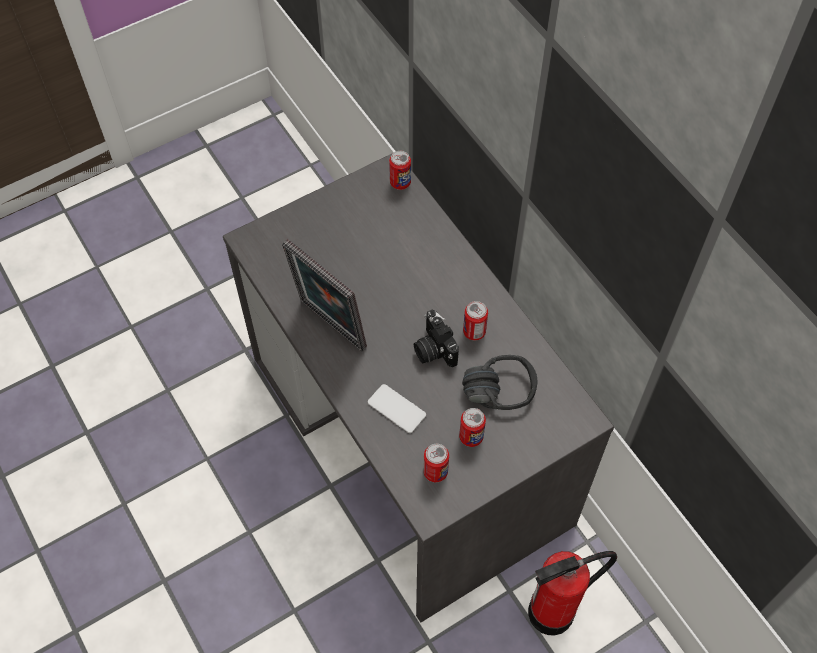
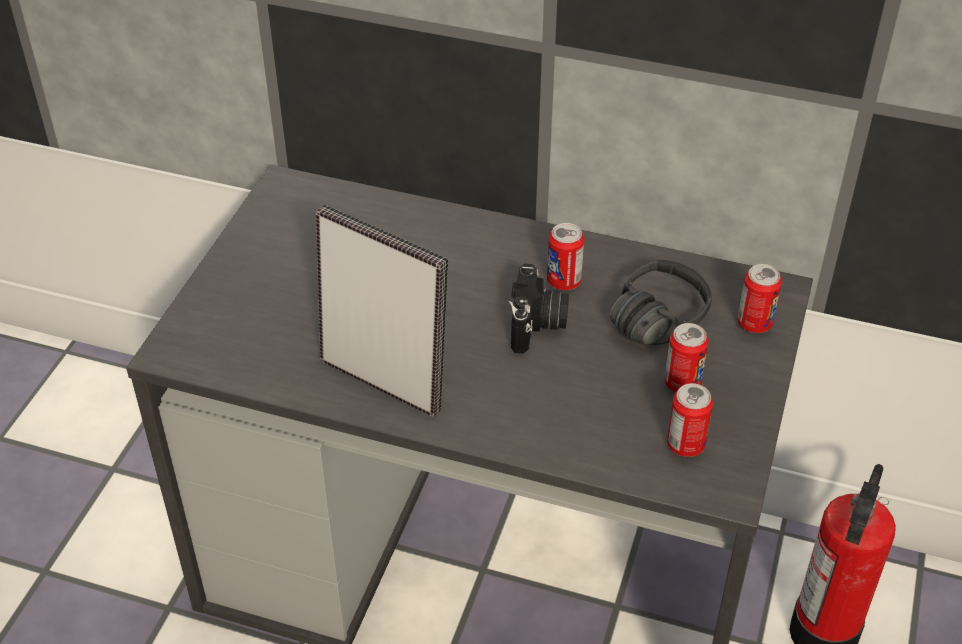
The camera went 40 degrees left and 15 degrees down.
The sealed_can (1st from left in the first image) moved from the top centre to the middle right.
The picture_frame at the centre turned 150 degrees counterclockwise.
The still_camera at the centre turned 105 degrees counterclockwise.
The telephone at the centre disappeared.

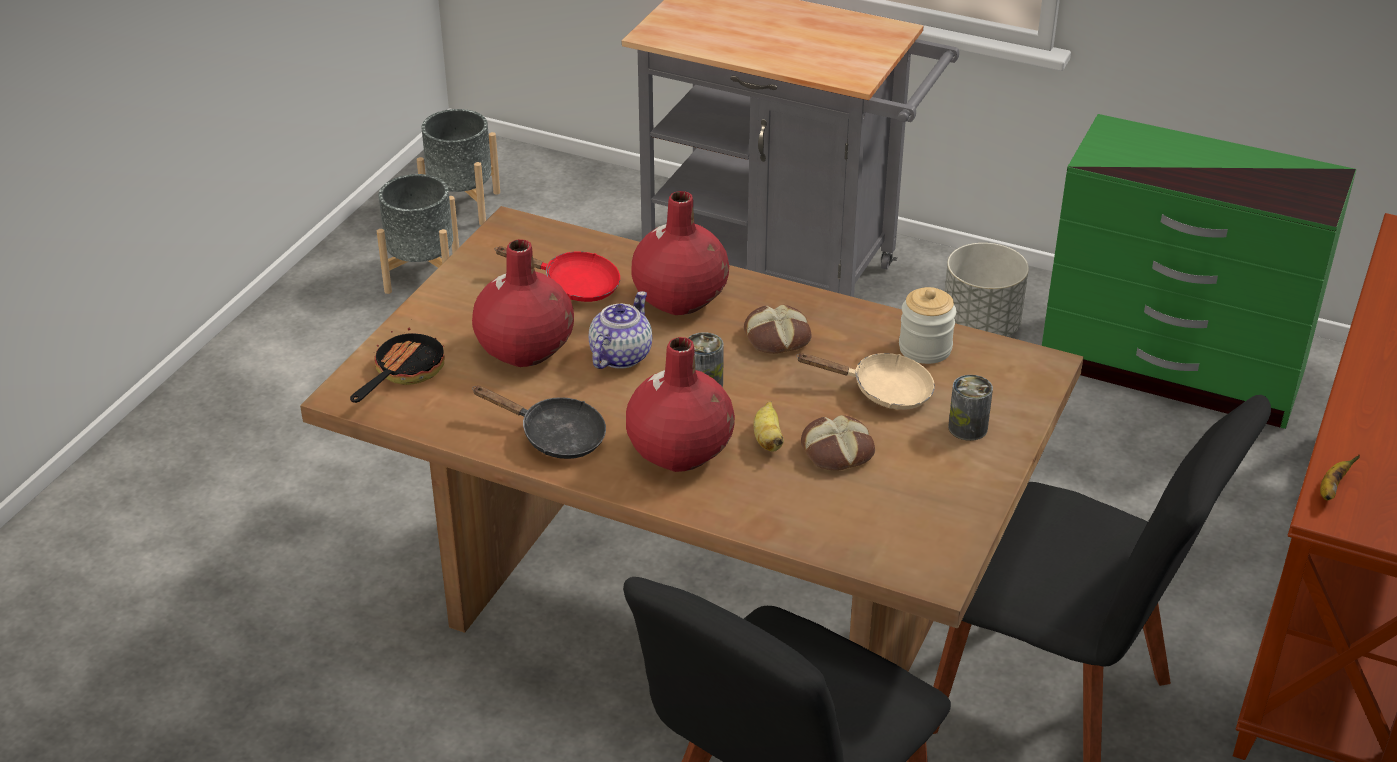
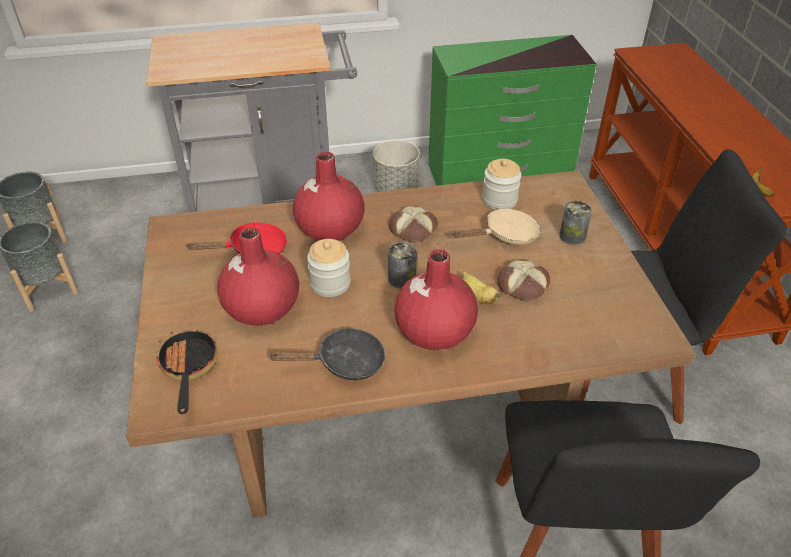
The camera went 35 degrees left and 5 degrees up.
The tea_pot at the centre was replaced by the jar (1st from left) at the centre.

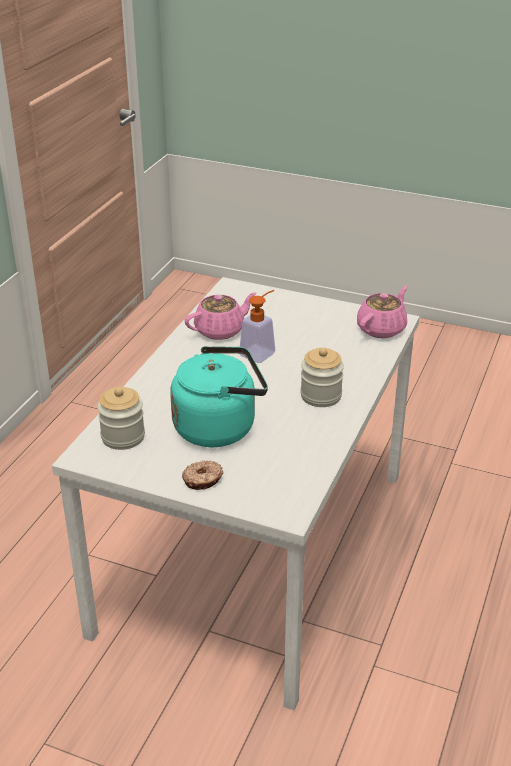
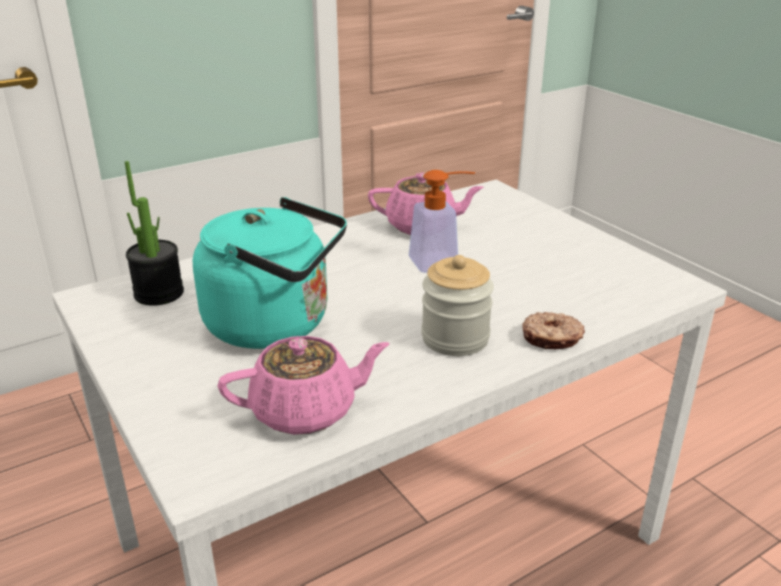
The camera went 35 degrees right and 5 degrees down.
The pink_tea_pot (2nd from left in the first image) moved from the middle right to the centre.
The jar (1st from left) at the middle left was replaced by the houseplant at the middle left.
The doughnut moved from the centre to the middle right.

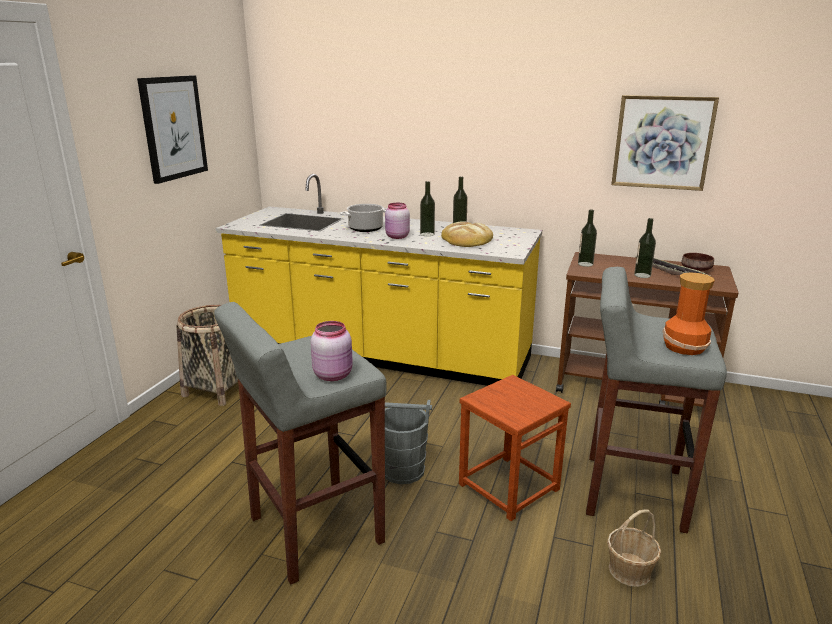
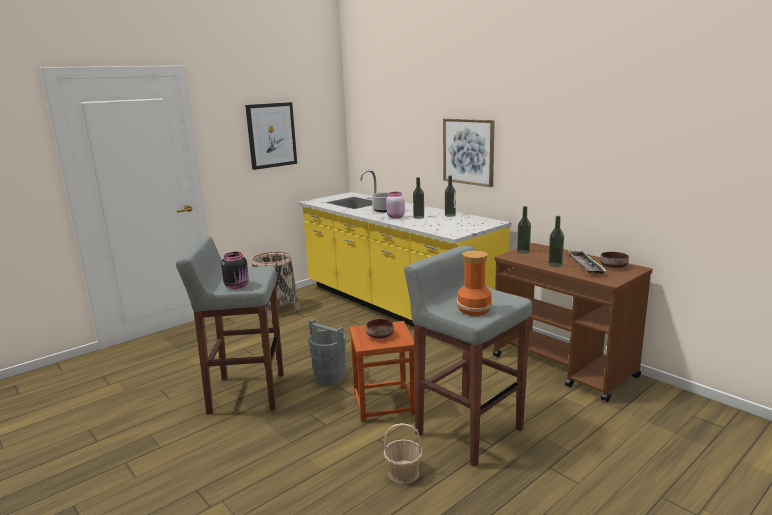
The camera went 30 degrees right and 5 degrees down.
The wall_art (2nd from left) moved from the top right to the top centre.
The bread at the centre disappeared.
The pink_jar (1st from left) at the centre became the blackish_jar at the middle left.
The brown-coloured_deep_dish (1st from left) at the centre appeared.

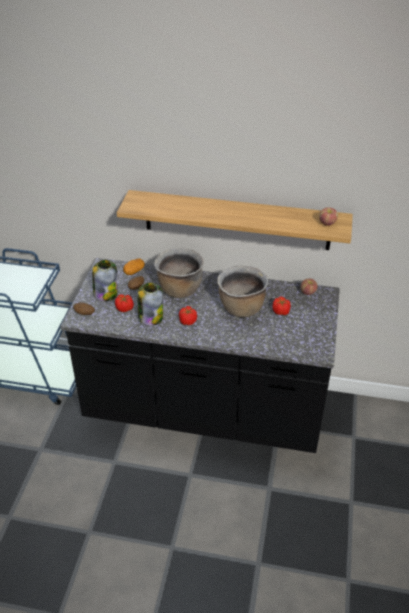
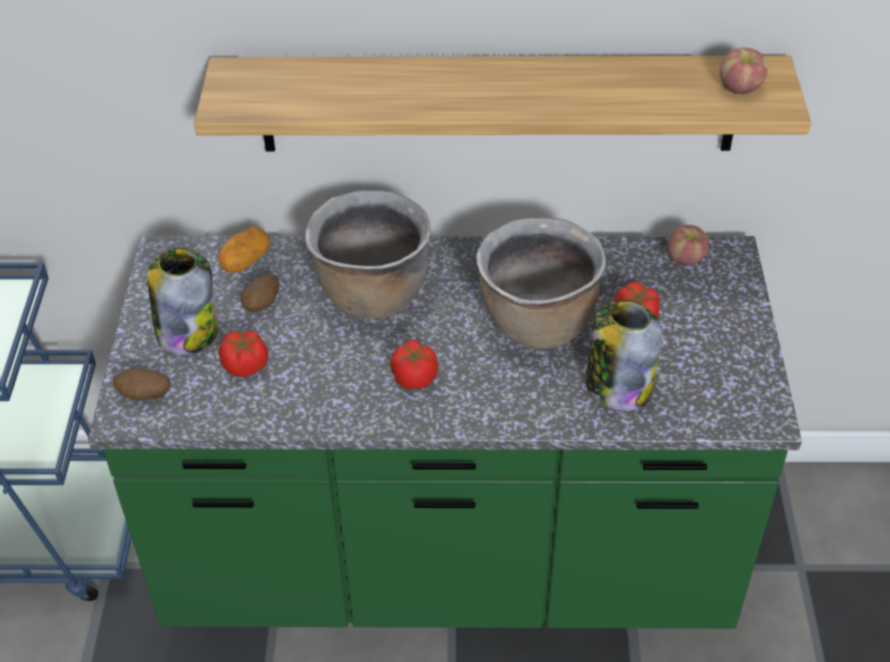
The camera went 10 degrees left and 5 degrees up.
The blackish_kitchen_base_unit at the centre became the green-coloured_kitchen_base_unit at the centre.
The jar (2nd from left) moved from the centre to the middle right.

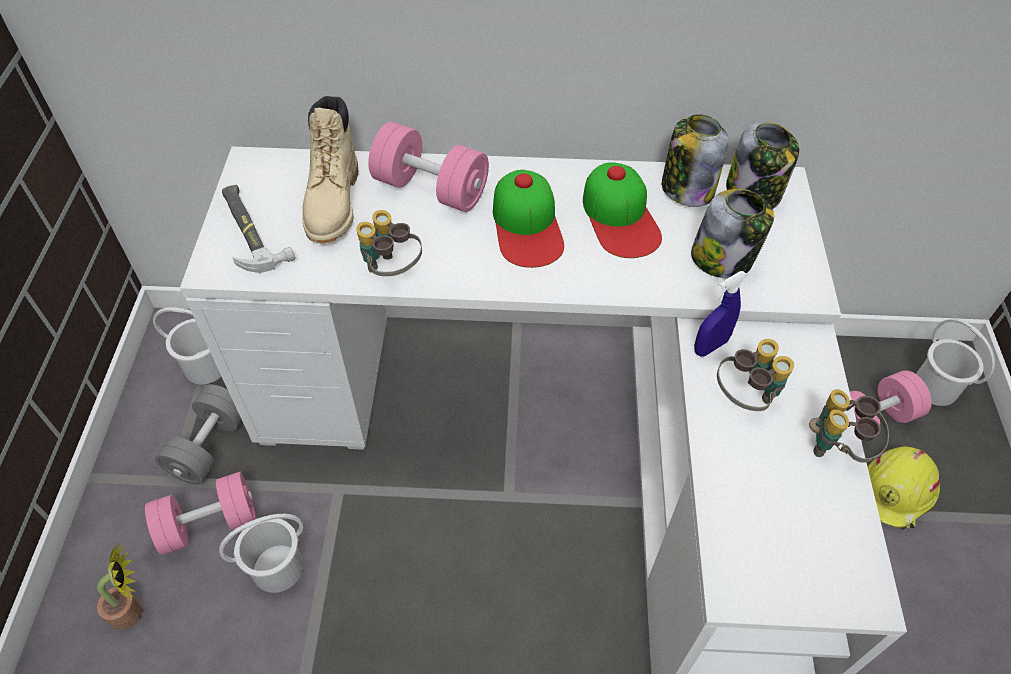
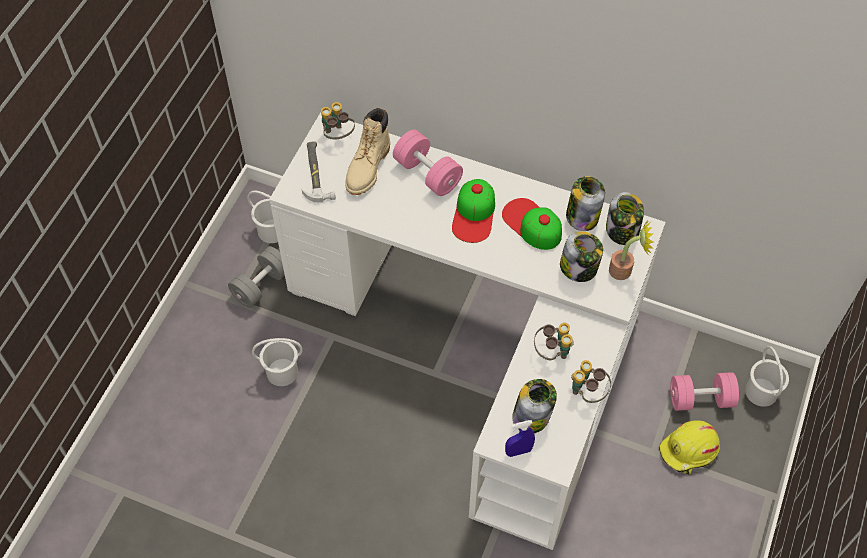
The camera went 20 degrees right and 5 degrees up.
The baseball_cap (2nd from left) at the top centre turned 135 degrees clockwise.
The binoculars (1st from left) moved from the centre to the top centre.
The blue-coloured_hand_sprayer moved from the middle right to the bottom centre.
The pink_free_weight (1st from left) at the bottom left disappeared.
The houseplant moved from the bottom left to the middle right.
The jar (1st from left) at the bottom centre appeared.

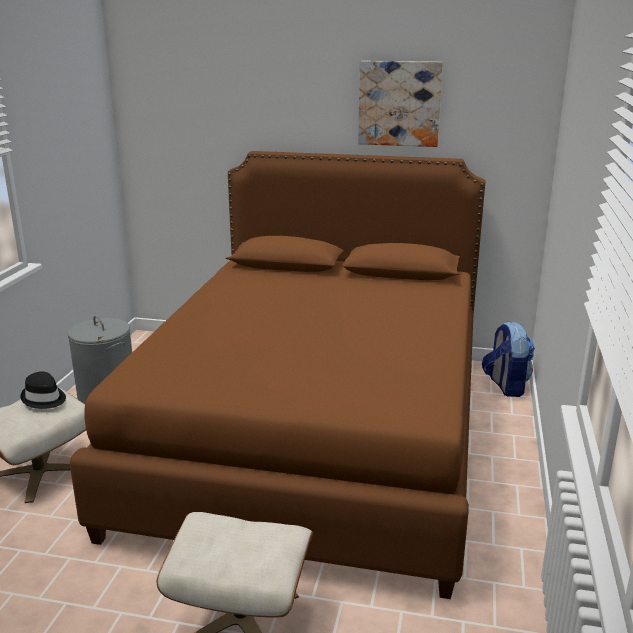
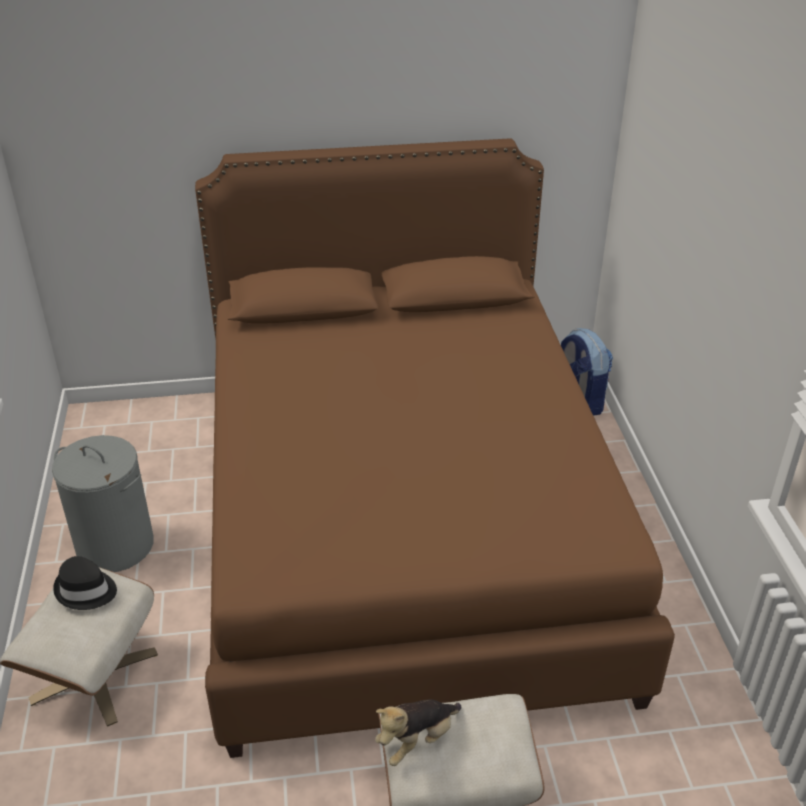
The camera went 20 degrees left and 15 degrees up.
The wall_art at the top centre disappeared.
The cuddly_toy at the bottom centre appeared.

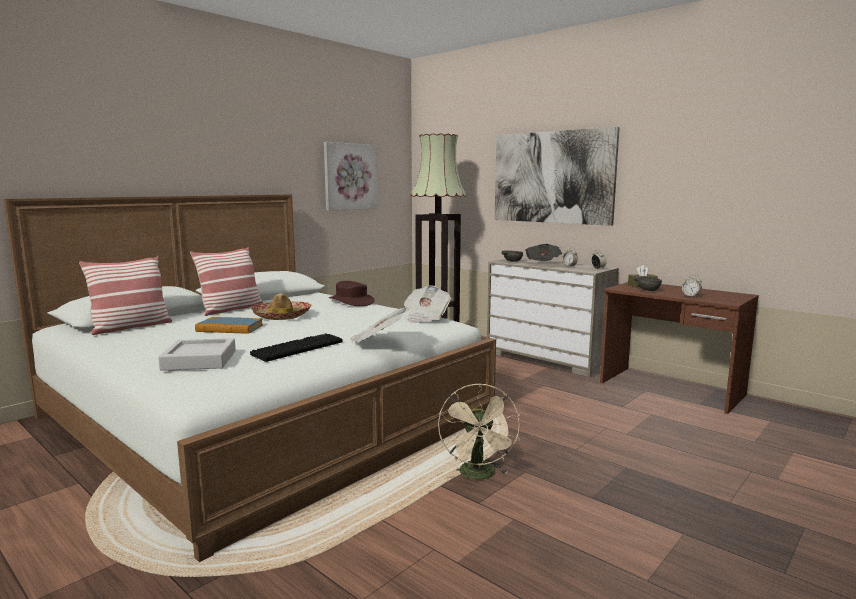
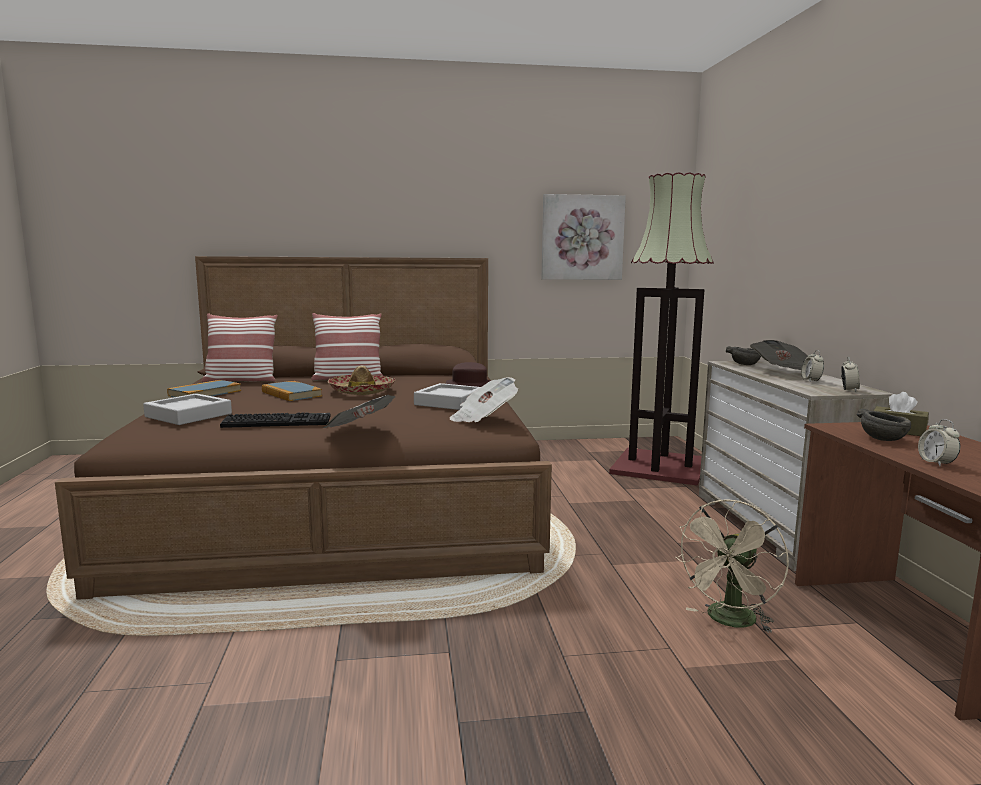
The camera went 40 degrees right and 0 degrees up.
The wall_art (2nd from left) at the top centre disappeared.
The white_bedroom_bed at the middle left became the brown-coloured_bedroom_bed at the middle left.
The beige-coloured_cooling_fan moved from the bottom centre to the bottom right.
The volume (1st from left) at the middle left appeared.
The gray_tray (2nd from left) at the centre appeared.

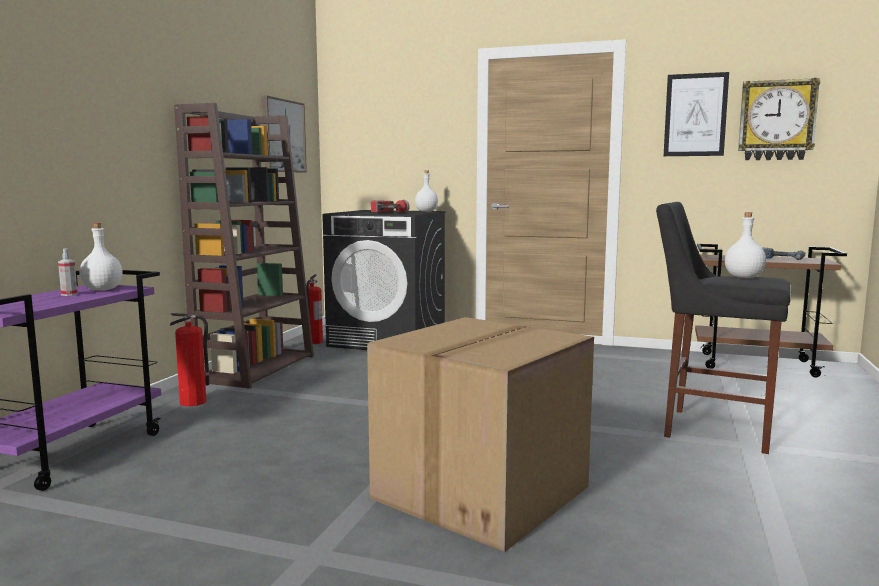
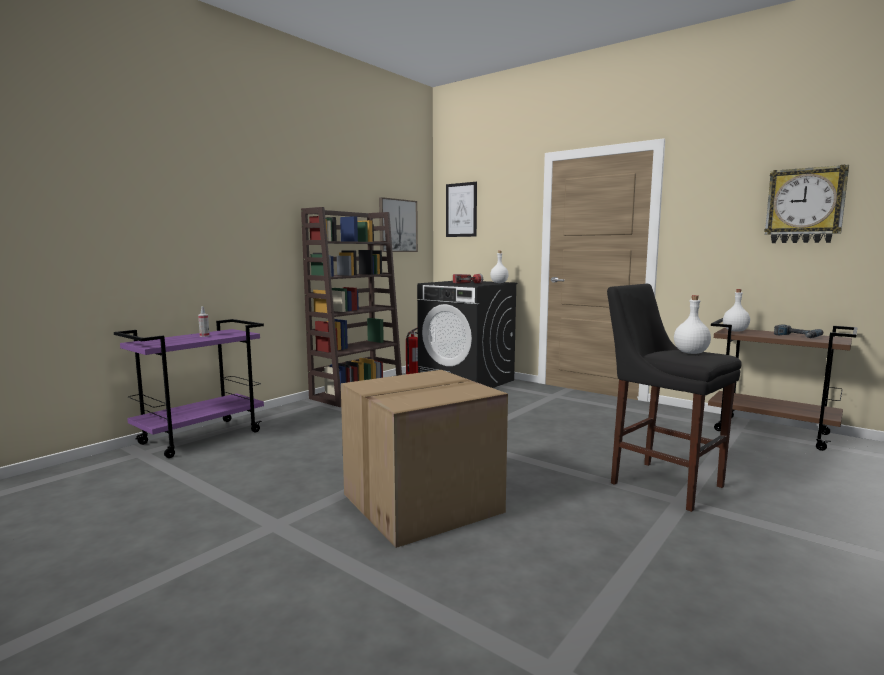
The camera went 20 degrees right and 0 degrees up.
The wall_art (2nd from left) moved from the top right to the top centre.
The white_beverage_bottle (1st from left in the first image) moved from the middle left to the middle right.
The fire-fighting_cylinder (1st from left) at the middle left disappeared.

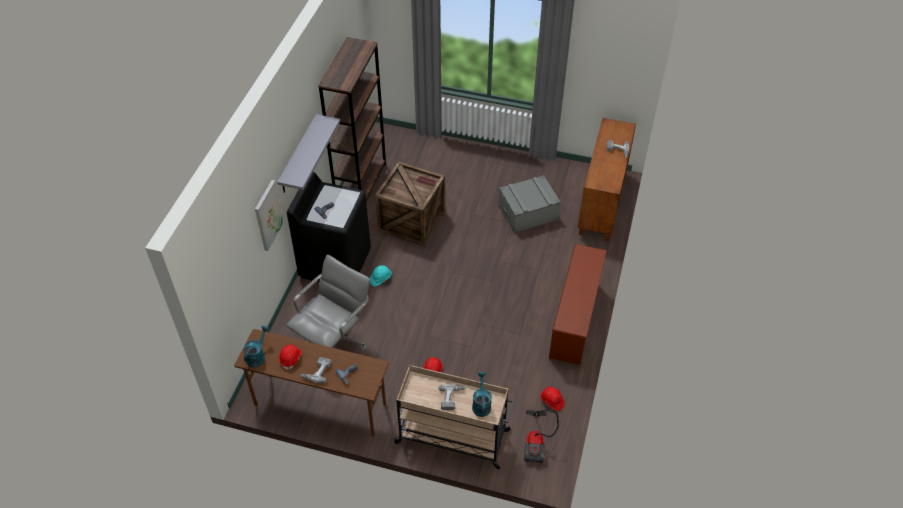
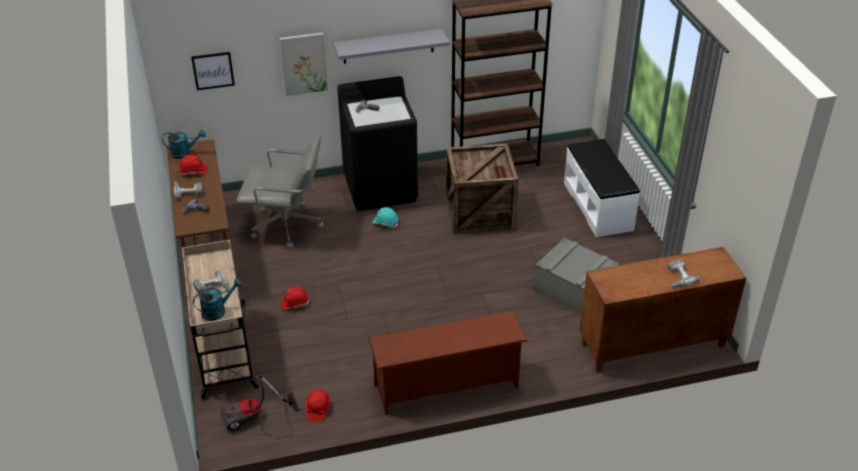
The camera went 60 degrees right and 10 degrees down.
The wall_art (1st from left) at the top left appeared.
The white_long_seat at the middle right appeared.

